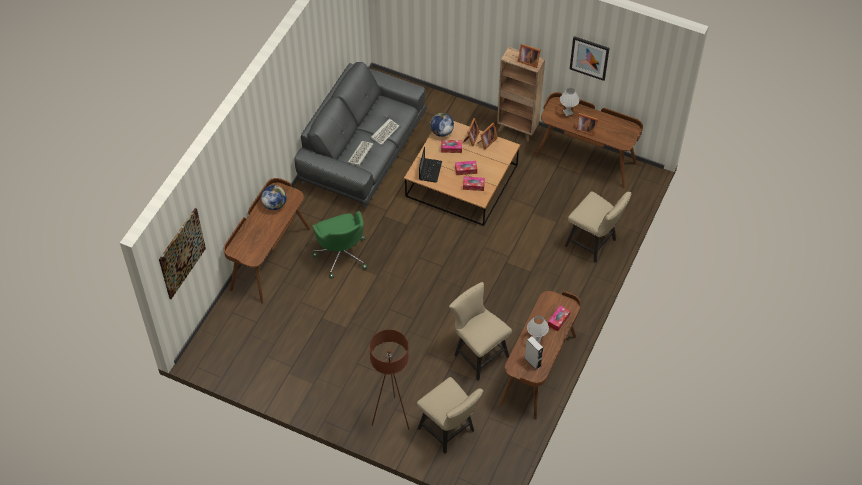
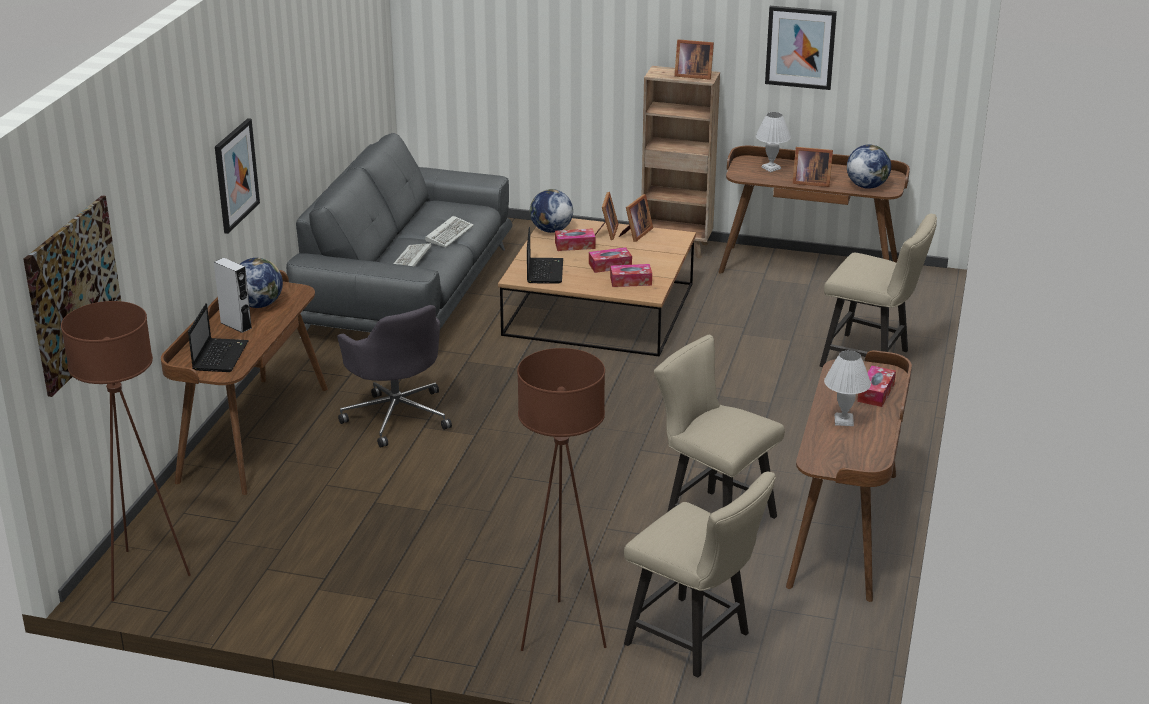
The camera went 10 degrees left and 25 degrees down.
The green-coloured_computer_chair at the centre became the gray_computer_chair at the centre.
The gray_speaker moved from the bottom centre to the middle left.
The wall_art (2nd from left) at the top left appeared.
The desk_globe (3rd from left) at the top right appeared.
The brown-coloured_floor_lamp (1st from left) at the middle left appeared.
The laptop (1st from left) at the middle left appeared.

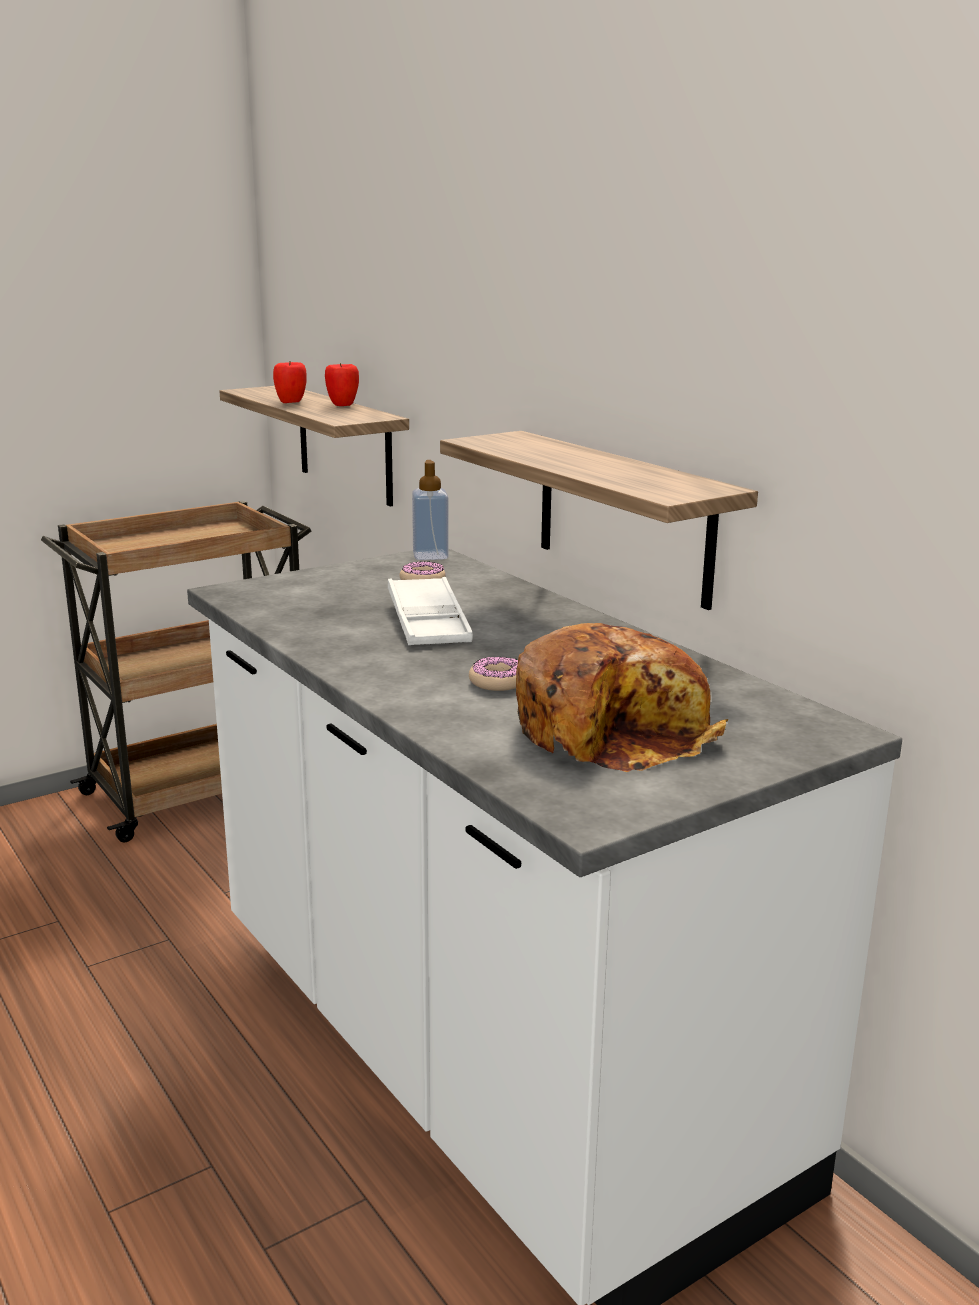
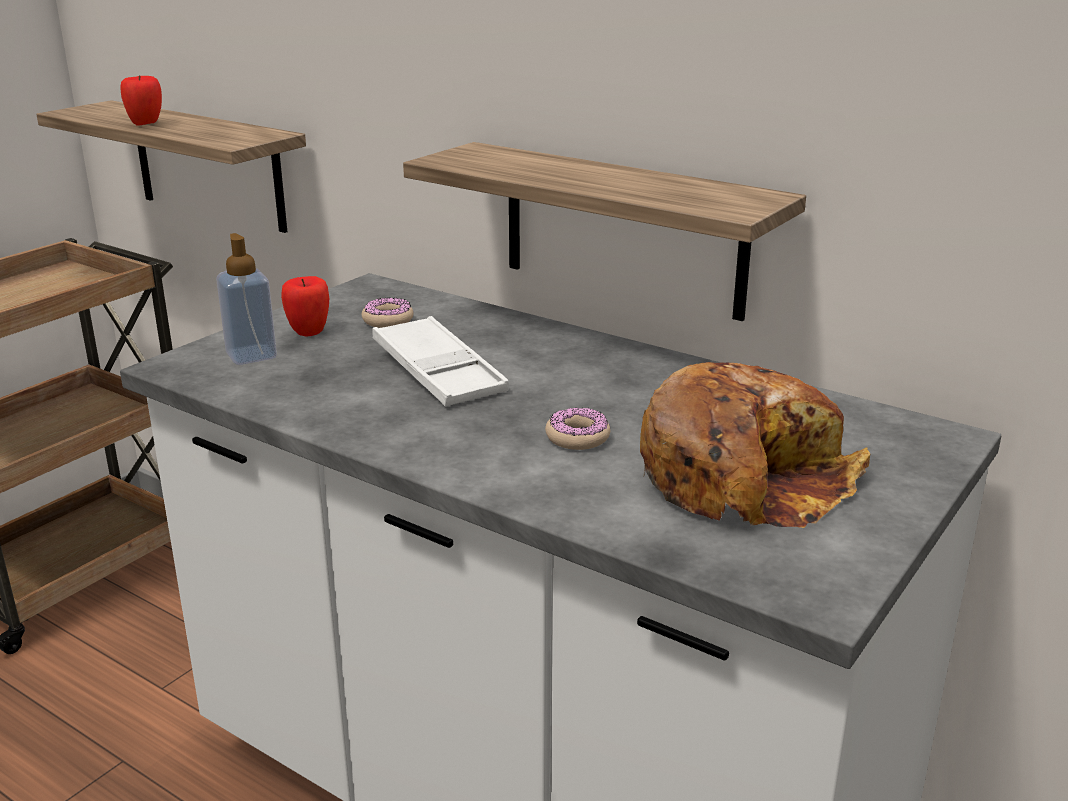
The camera went 20 degrees left and 5 degrees up.
The apple_fruit (2nd from left) moved from the top centre to the middle left.
The soap_dispenser moved from the centre to the middle left.

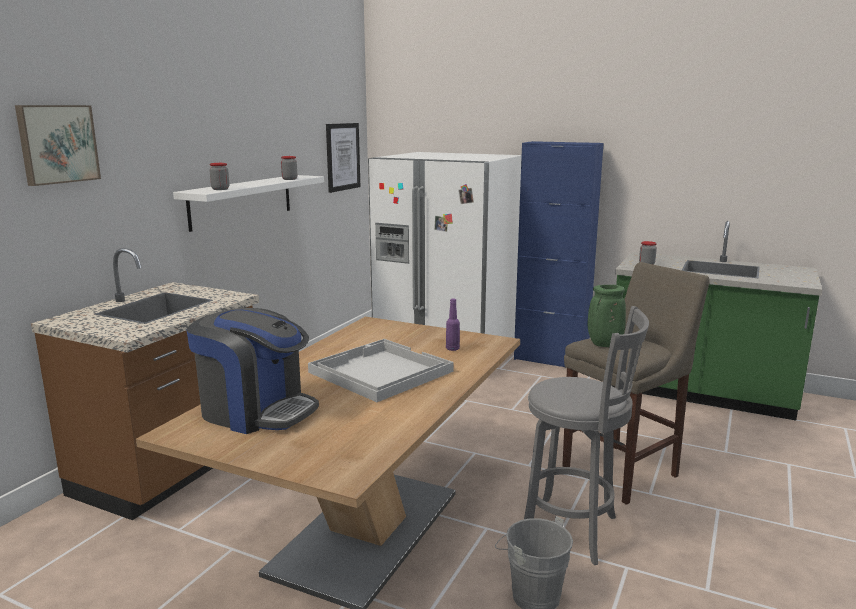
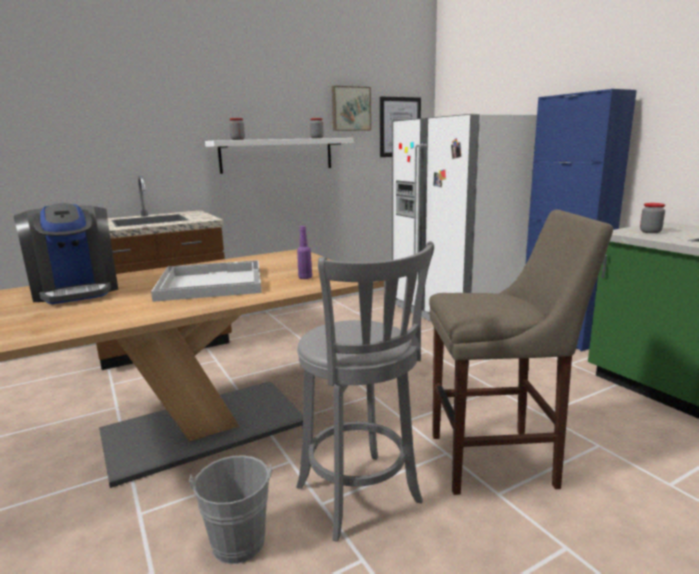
The camera went 35 degrees right and 0 degrees up.
The wall_art (1st from left) moved from the top left to the top centre.
The green-coloured_flower_vase at the middle right disappeared.

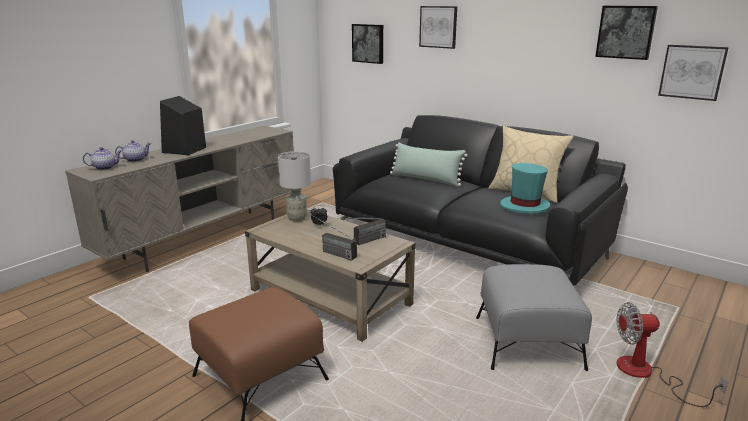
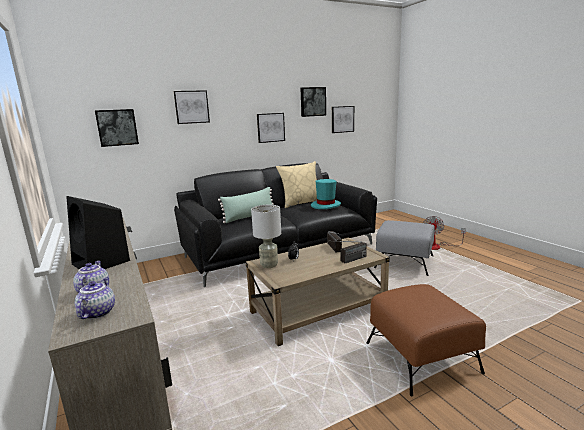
The camera went 65 degrees left and 5 degrees down.
The wall_art (3rd from left) at the top centre appeared.

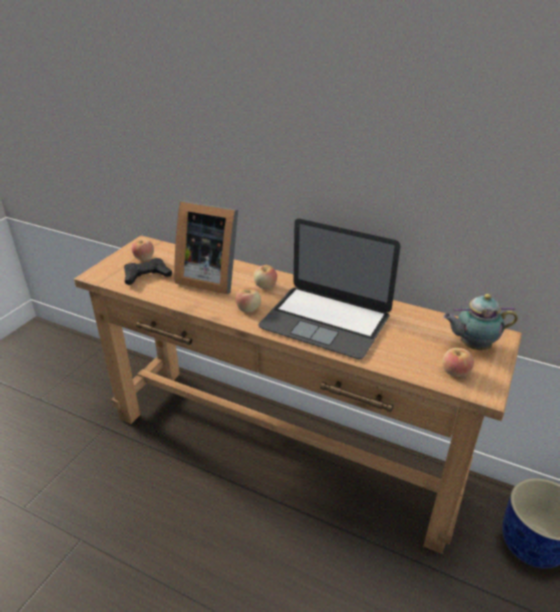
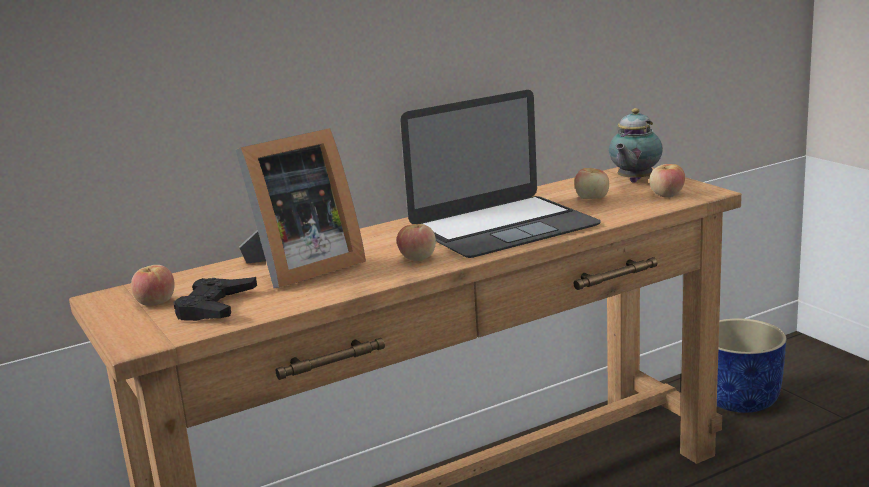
The camera went 55 degrees left and 15 degrees down.
The apple_fruit (3rd from left) moved from the centre to the middle right.

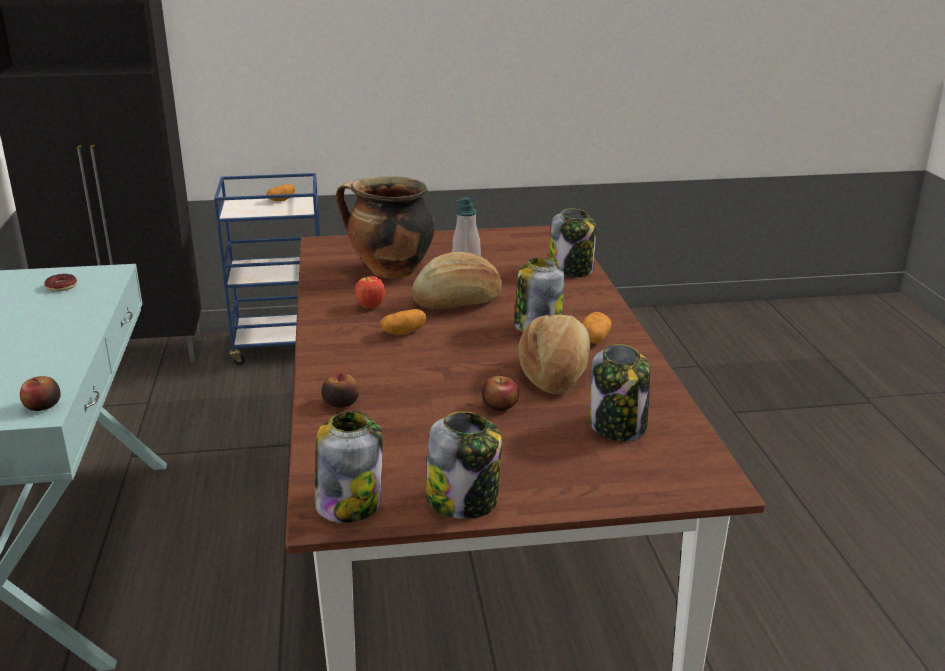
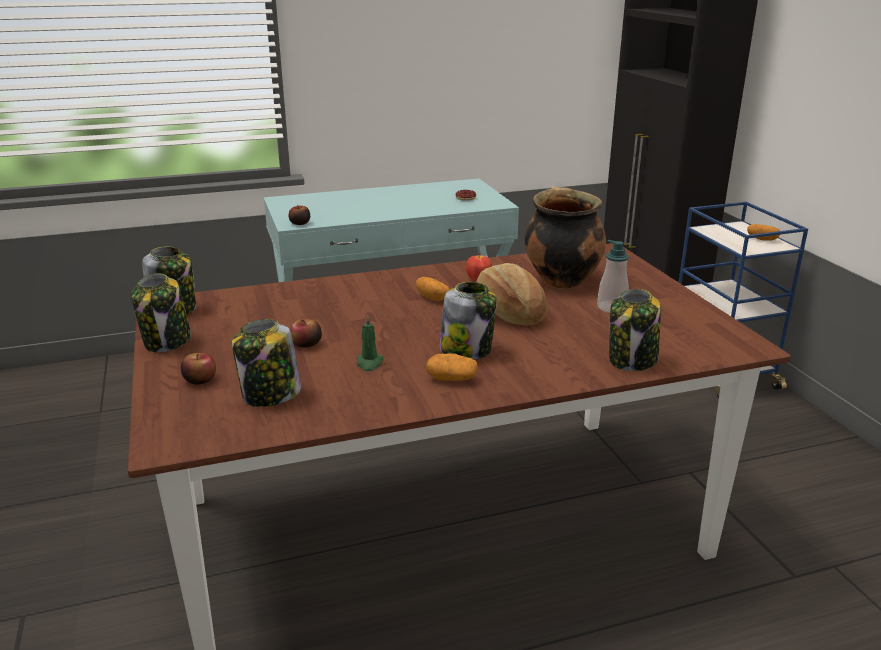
The camera went 80 degrees right and 0 degrees up.
The bread (2nd from left) at the centre was replaced by the green-coloured_candle at the centre.
The apple_fruit (2nd from left in the first image) moved from the centre to the middle left.

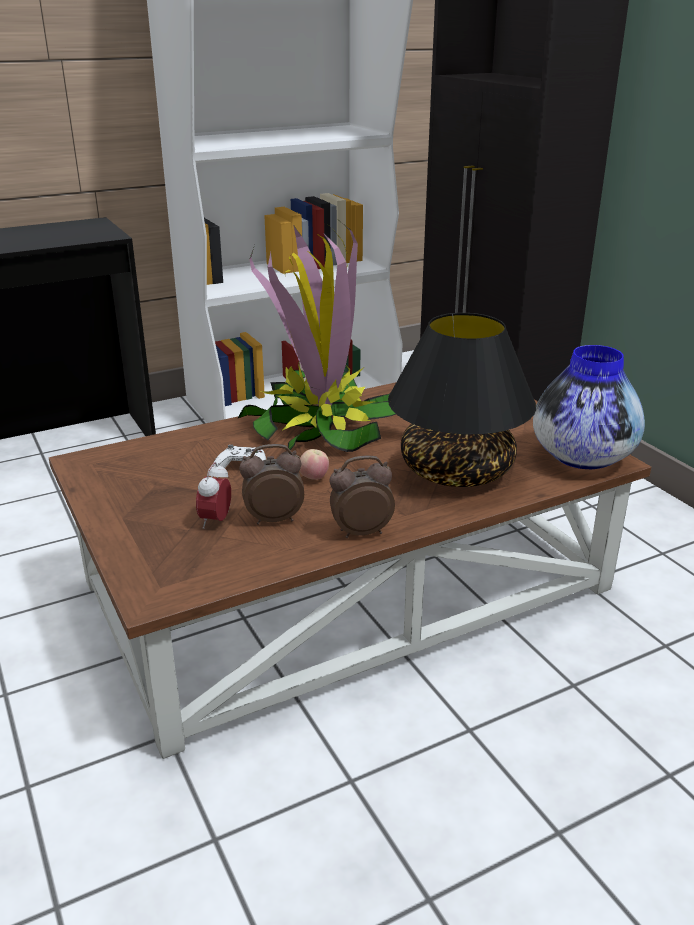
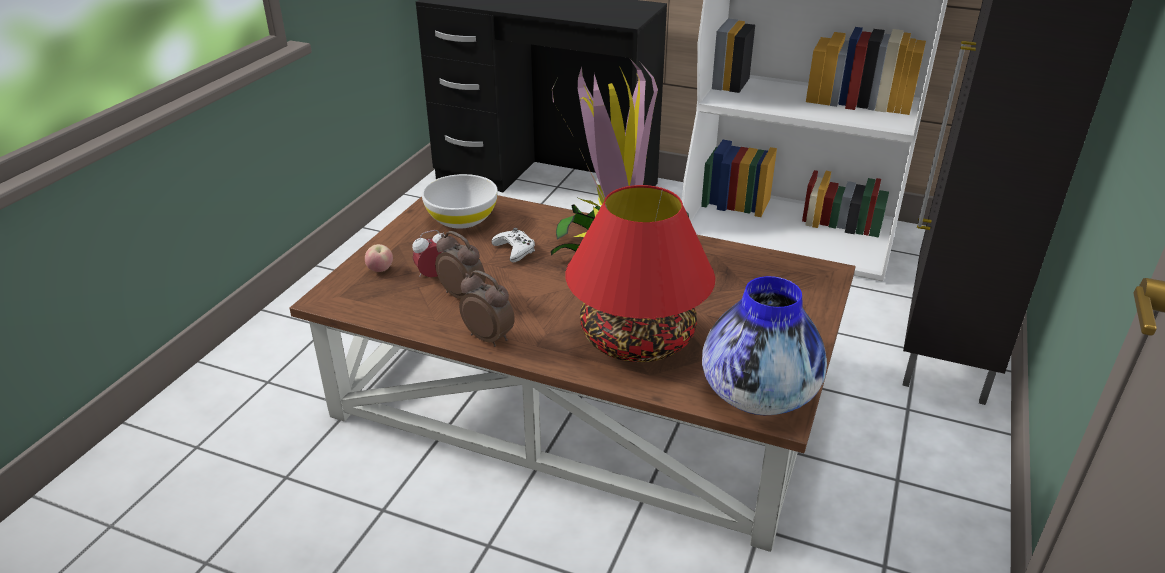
The camera went 50 degrees right and 5 degrees up.
The blackish_lamp_for_a_table at the centre became the red_lamp_for_a_table at the centre.
The apple_fruit moved from the centre to the middle left.
The white_deep_dish at the centre appeared.

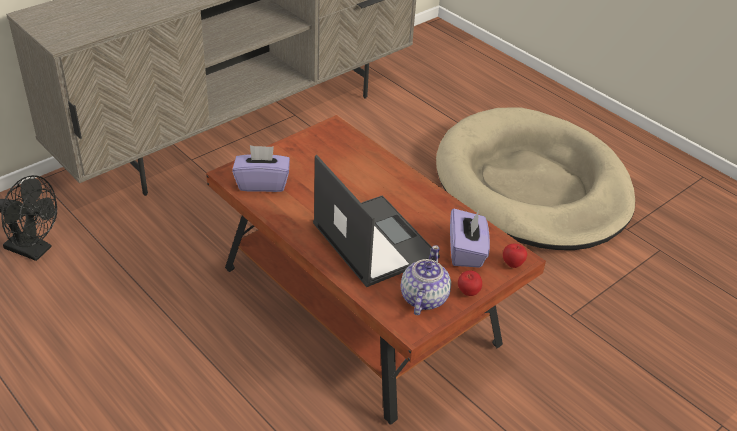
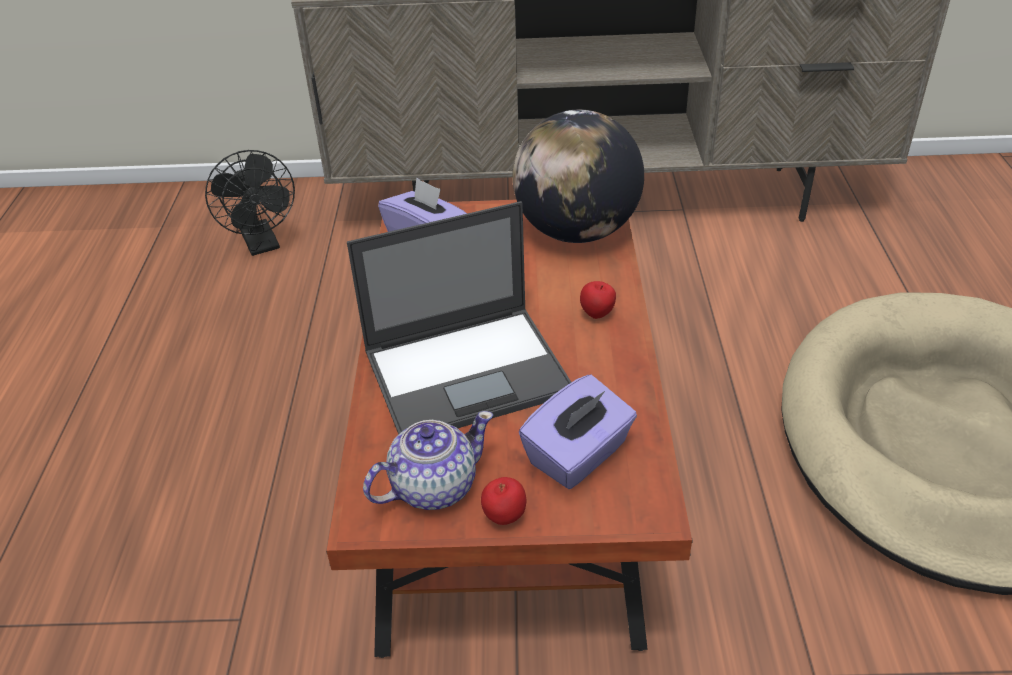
The camera went 45 degrees right and 0 degrees up.
The laptop at the centre turned 60 degrees clockwise.
The apple_fruit (2nd from left) moved from the middle right to the centre.
The desk_globe at the top centre appeared.

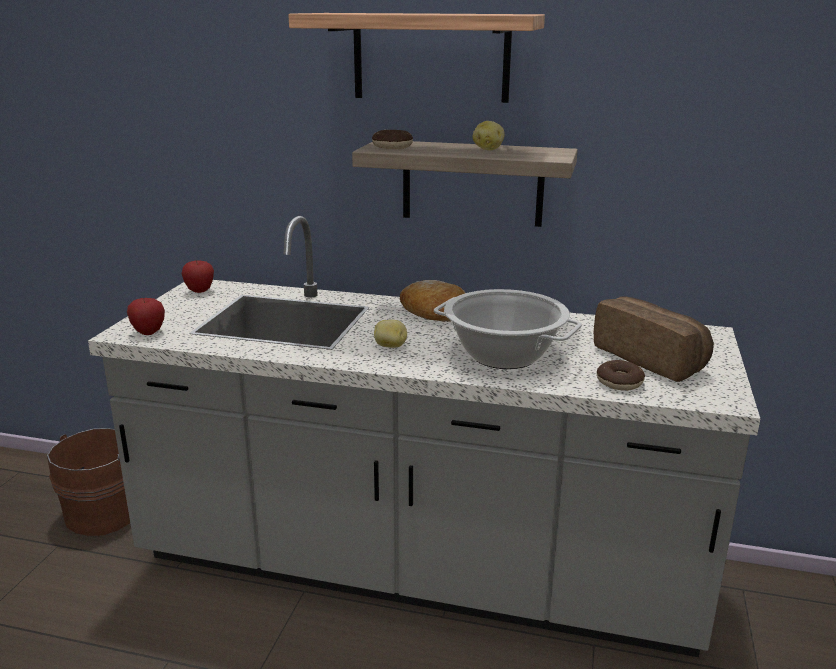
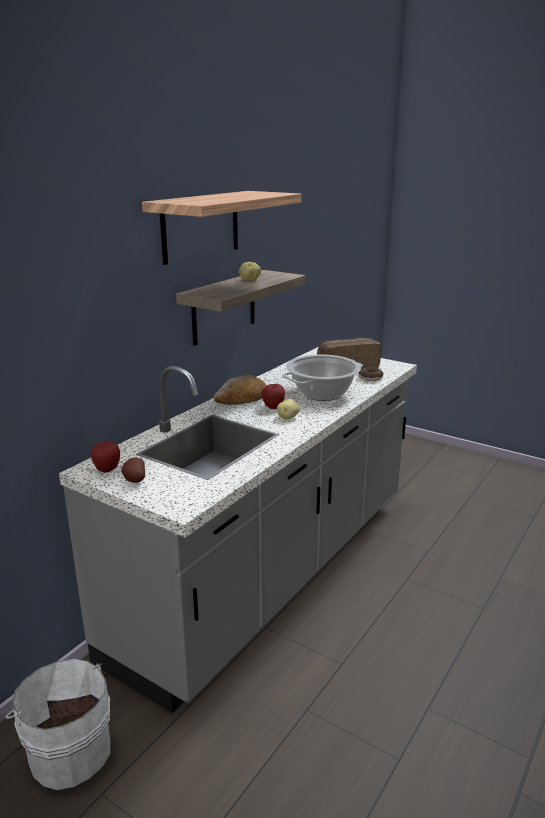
The camera went 70 degrees left and 0 degrees up.
The doughnut (1st from left) at the top centre disappeared.
The apple_fruit (1st from left in the first image) moved from the middle left to the centre.
The brown-coloured_pail at the bottom left became the white_pail at the bottom left.
The whole_potato (1st from left) at the middle left appeared.

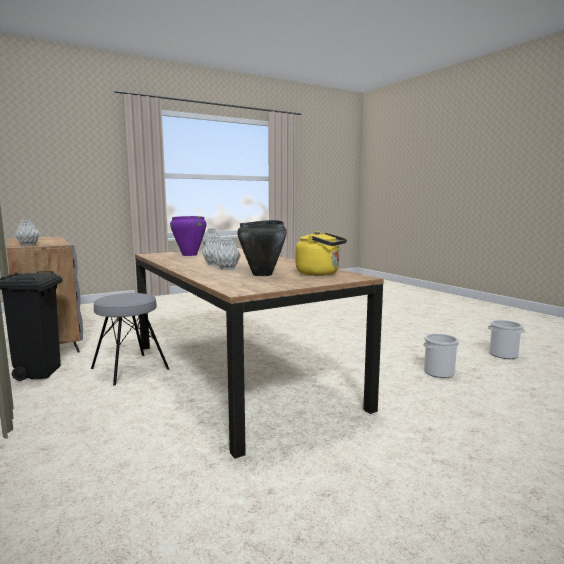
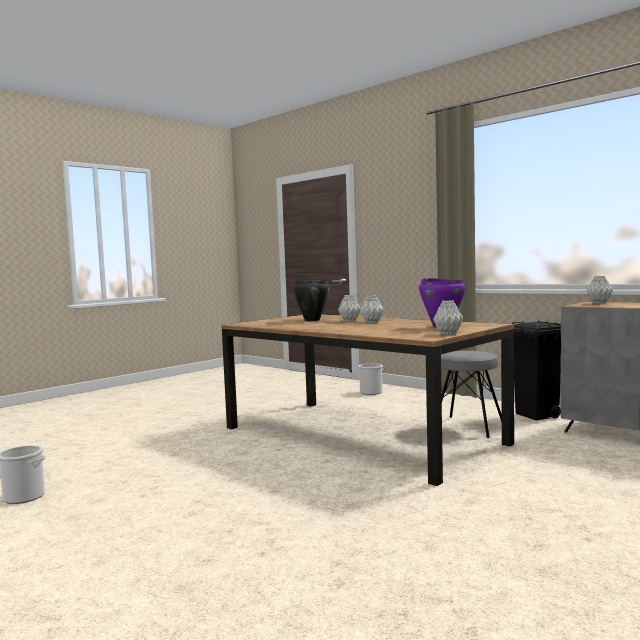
The camera went 165 degrees right and 5 degrees down.
The yellow_water_kettle at the centre disappeared.
The pail (1st from left in the first image) moved from the middle right to the centre.

